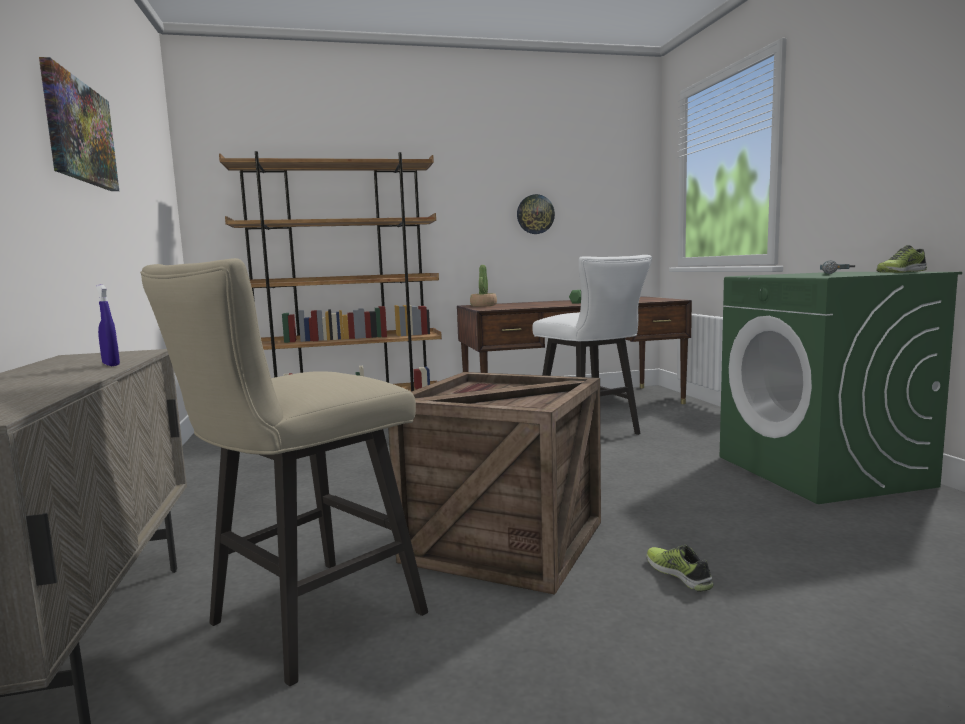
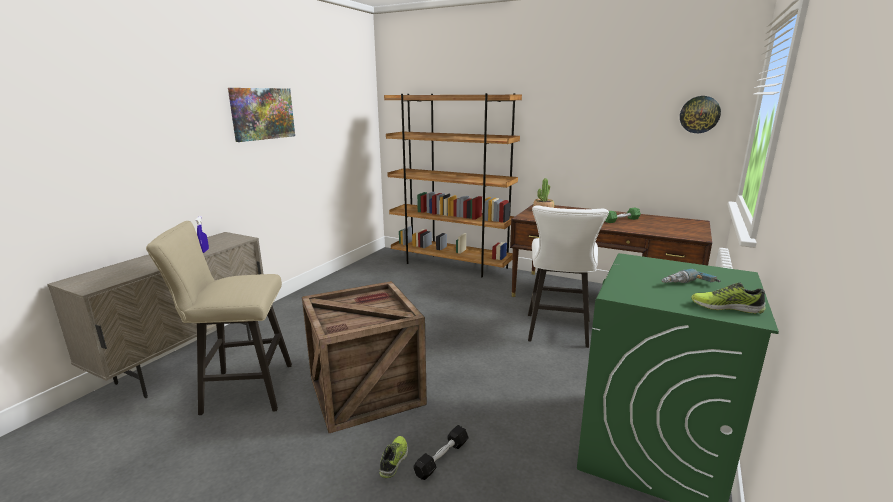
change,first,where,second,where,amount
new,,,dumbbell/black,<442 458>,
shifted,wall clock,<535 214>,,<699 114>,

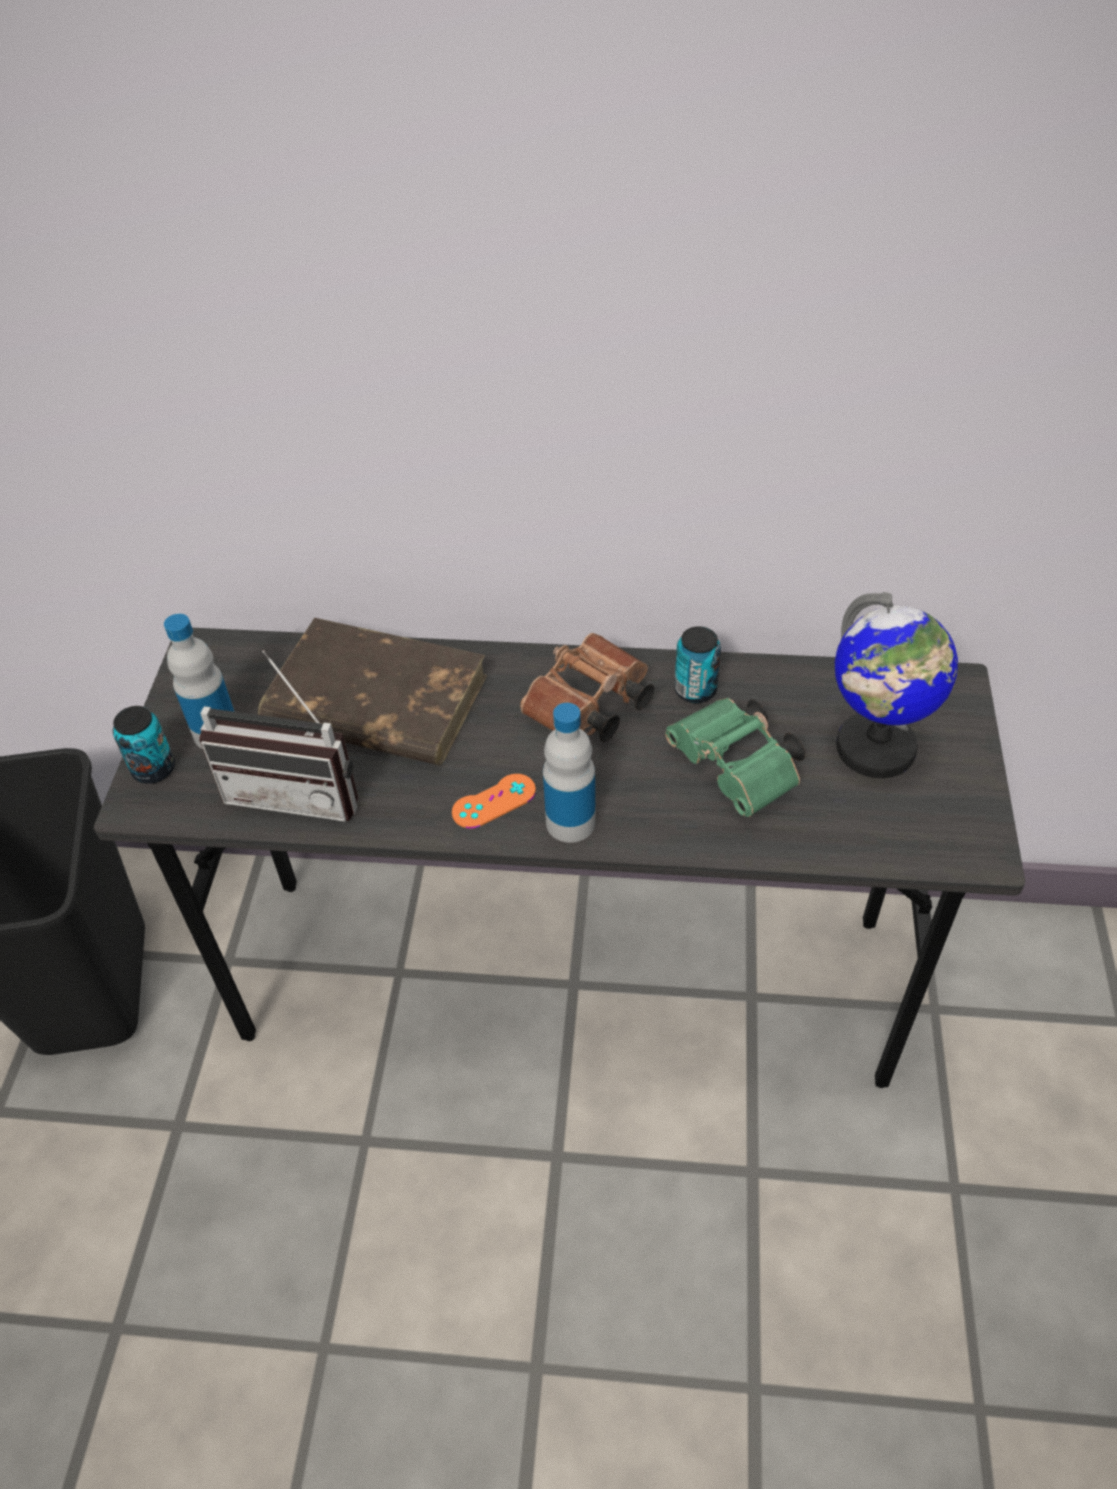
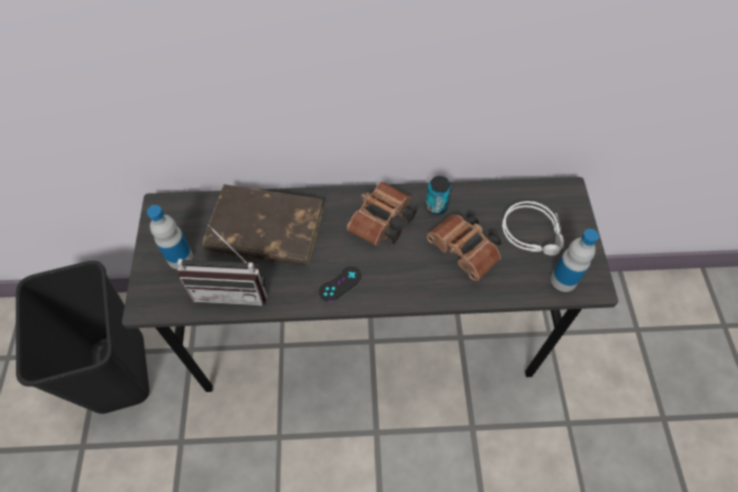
change,first,where,second,where,amount
gone,can,<154 769>,,,
shifted,bottle,<570 822>,,<563 280>,
swapped,globe,<875 749>,headphones/grey,<534 232>,
repainted,game controller/orange,<494 801>,game controller/black,<340 284>,
repainted,binoculars/green,<738 770>,binoculars/brown,<465 252>,

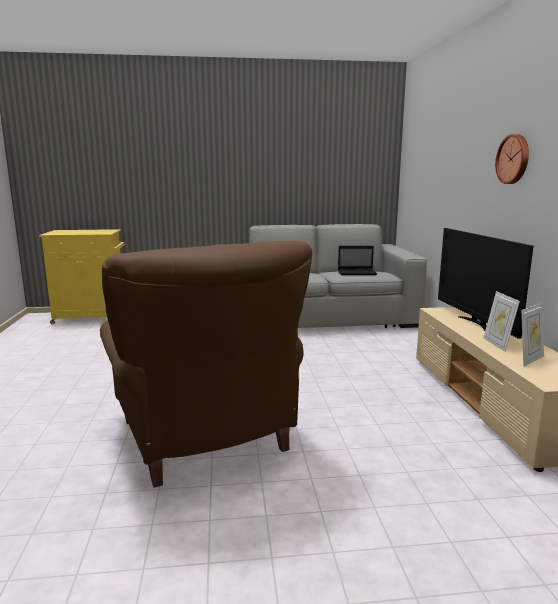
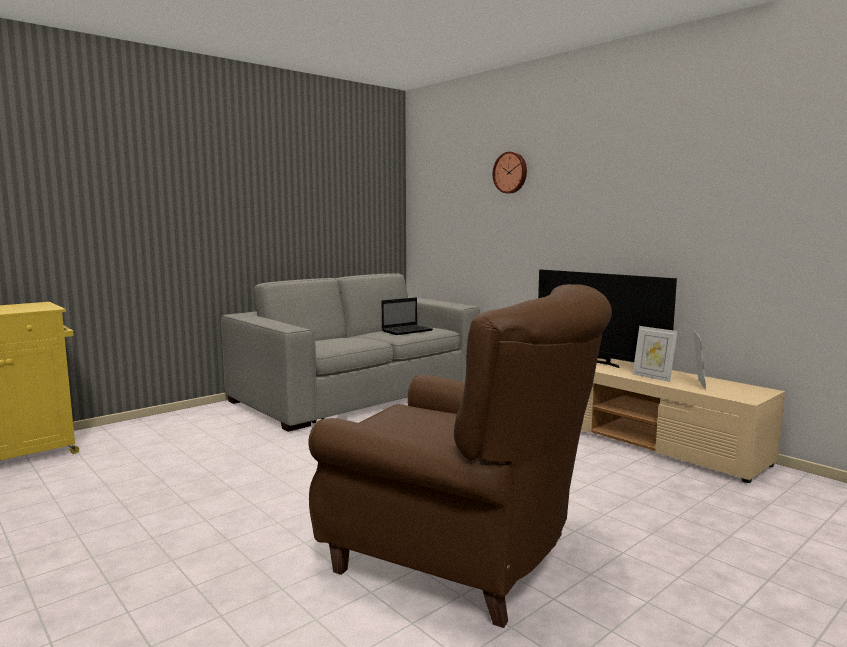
change,first,where,second,where,amount
shifted,wall clock,<514 159>,,<511 172>,

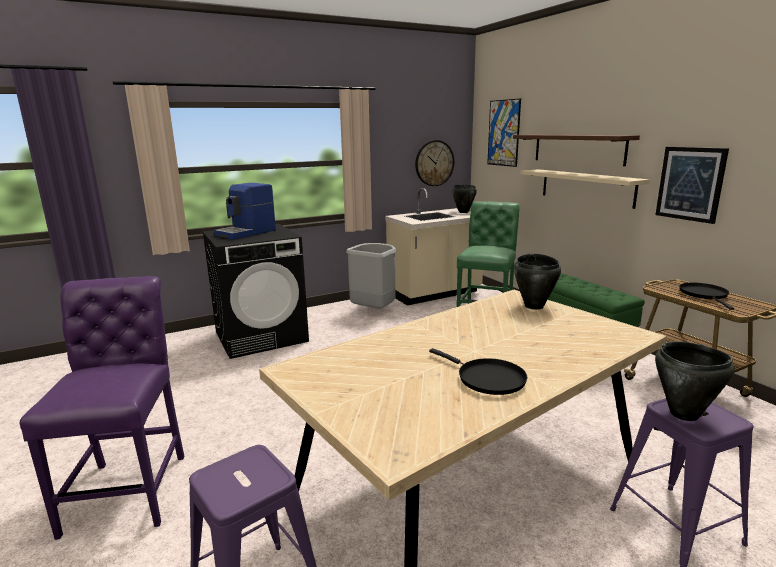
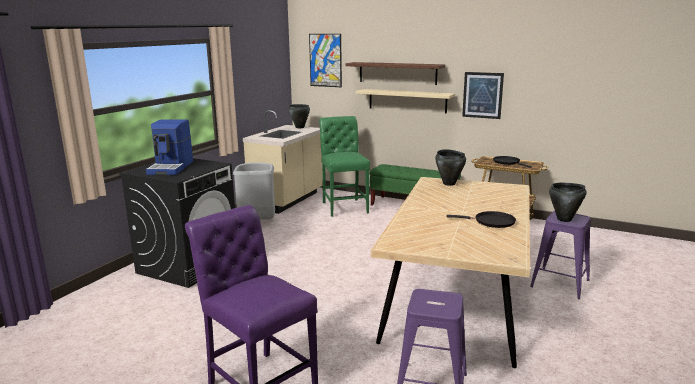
change,first,where,second,where,amount
gone,wall clock,<434 163>,,,

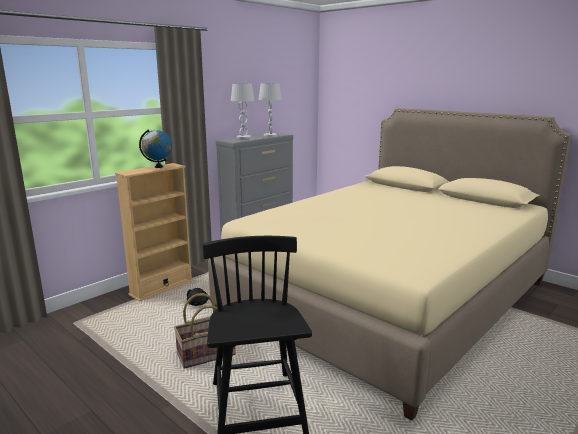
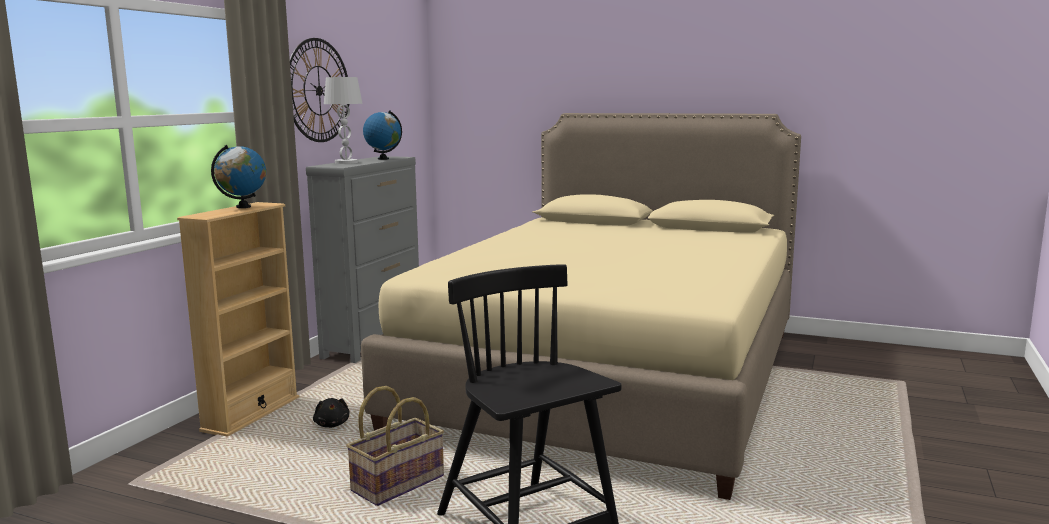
change,first,where,second,where,amount
new,,,wall clock,<318 90>,
swapped,table lamp/white,<270 135>,globe,<383 159>,

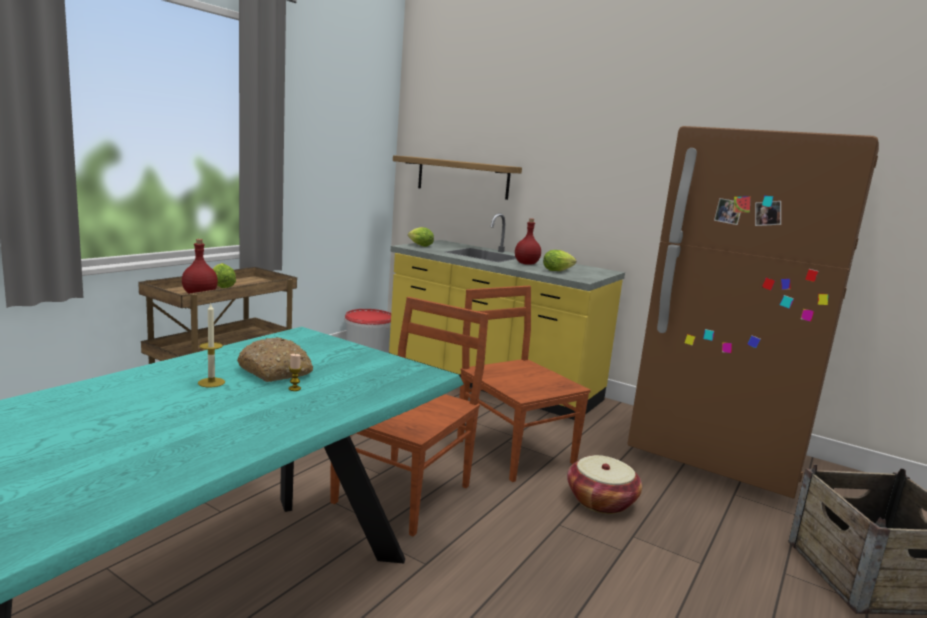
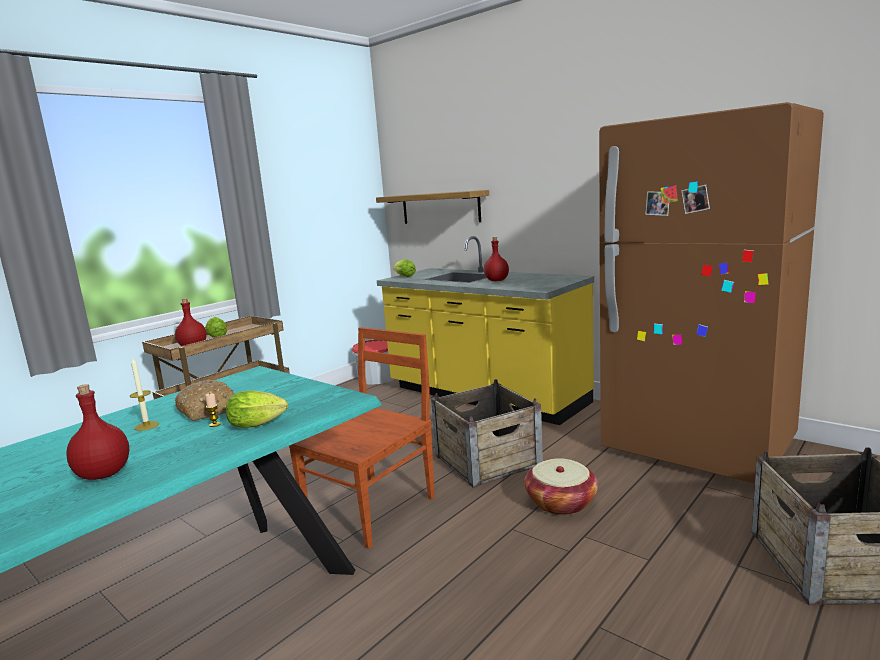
change,first,where,second,where,amount
new,,,bottle/red,<103 474>,
shifted,lettuce,<559 271>,,<260 424>,
swapped,chair/brown,<513 450>,crate,<487 459>,

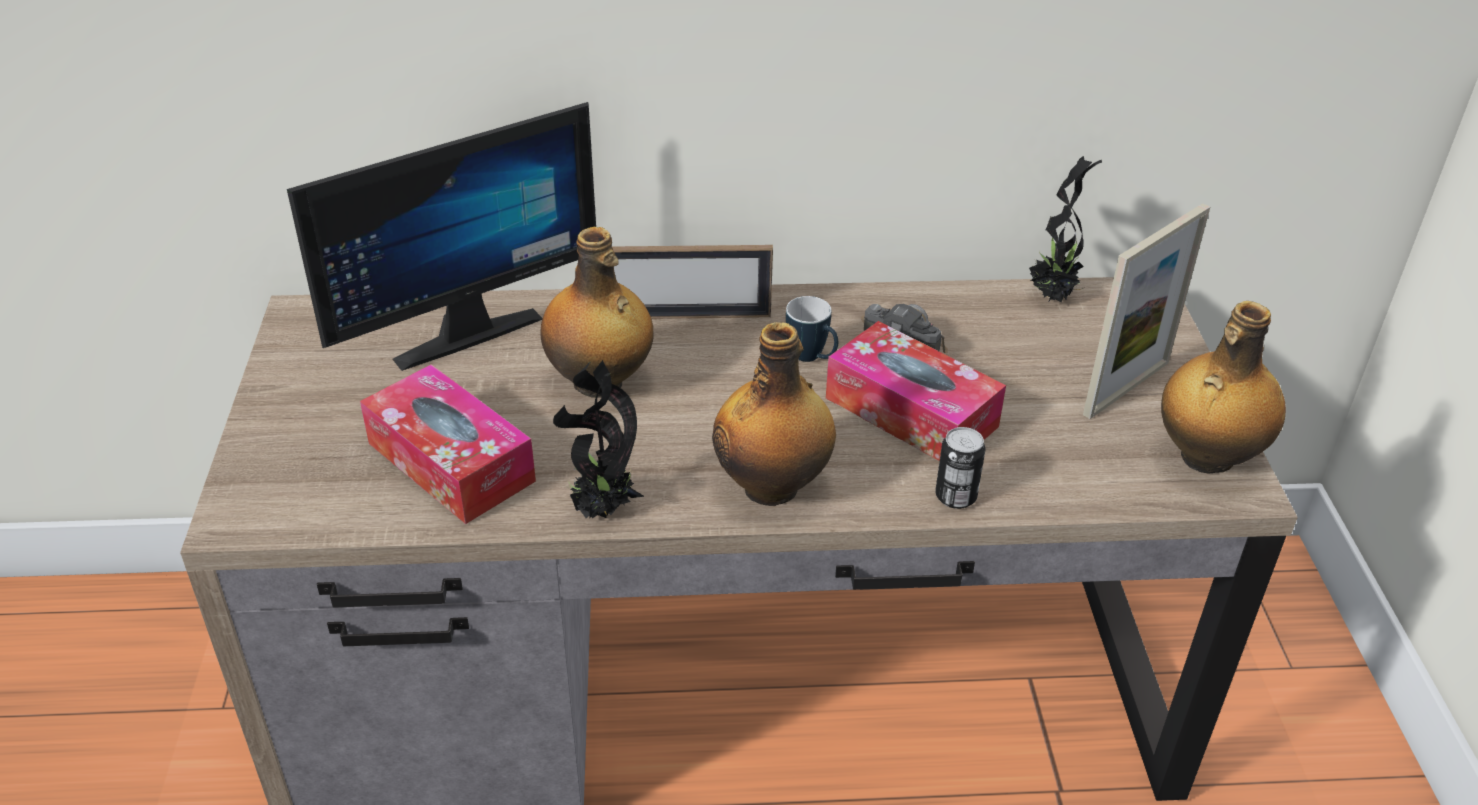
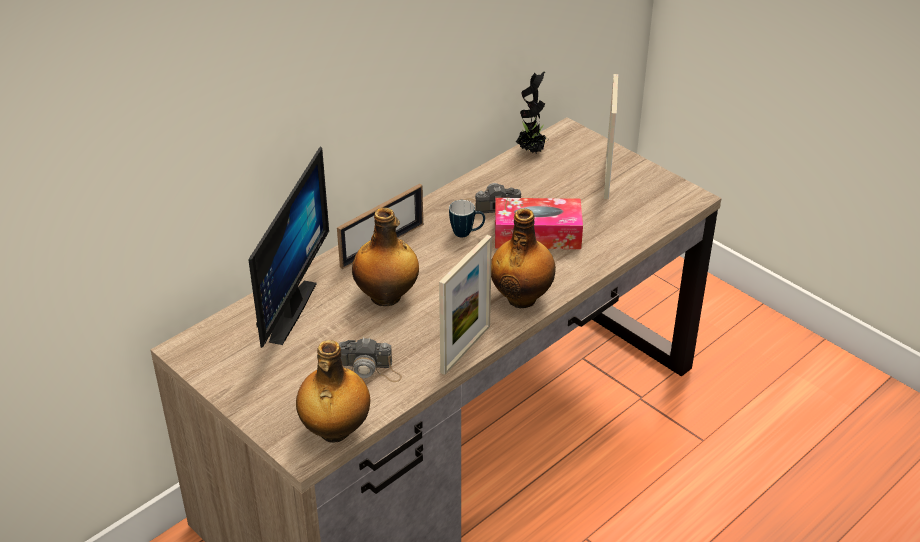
change,first,where,second,where,amount
gone,can,<955 496>,,,
shifted,bottle,<1205 457>,,<335 431>,
swapped,tissue box,<451 462>,photo camera,<369 369>,
swapped,potted plant,<602 510>,picture frame,<465 349>,

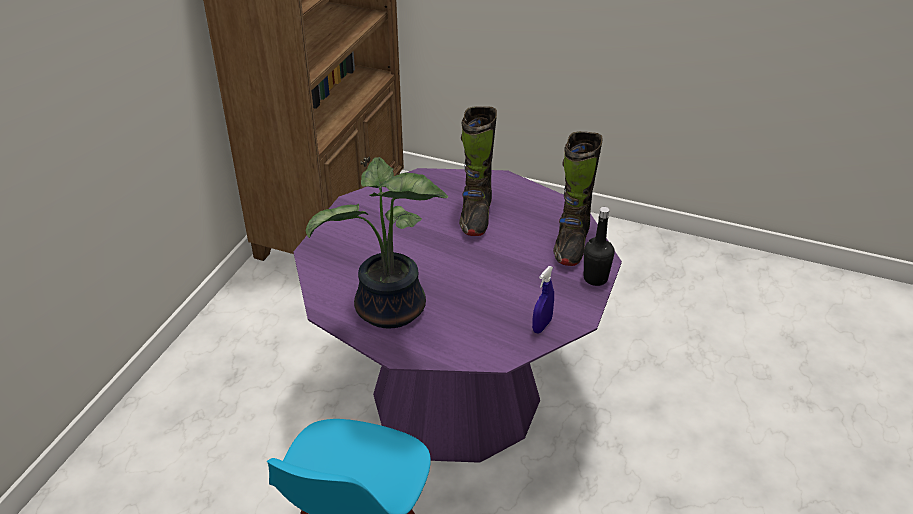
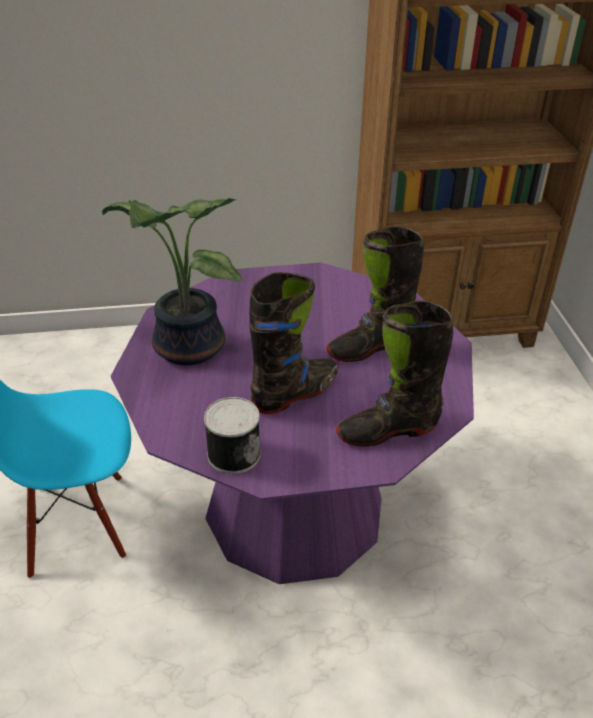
change,first,where,second,where,amount
gone,bottle/black,<595 278>,,,
new,,,boot/black,<295 393>,
swapped,spray bottle/blue,<542 326>,can,<233 453>,

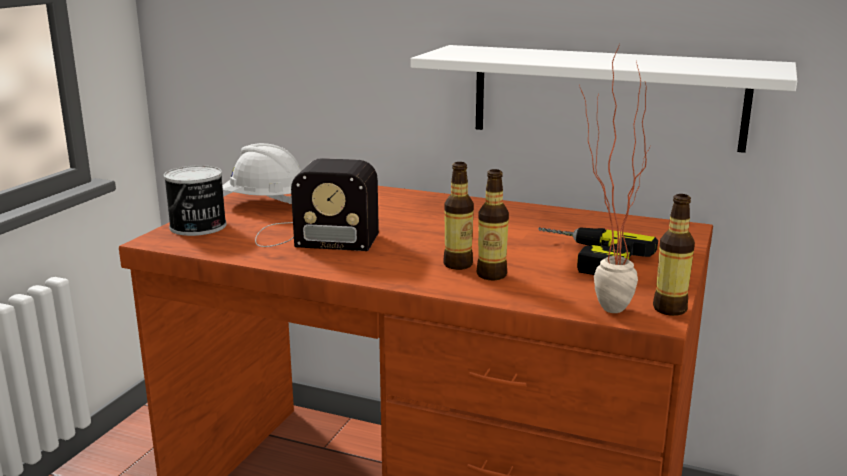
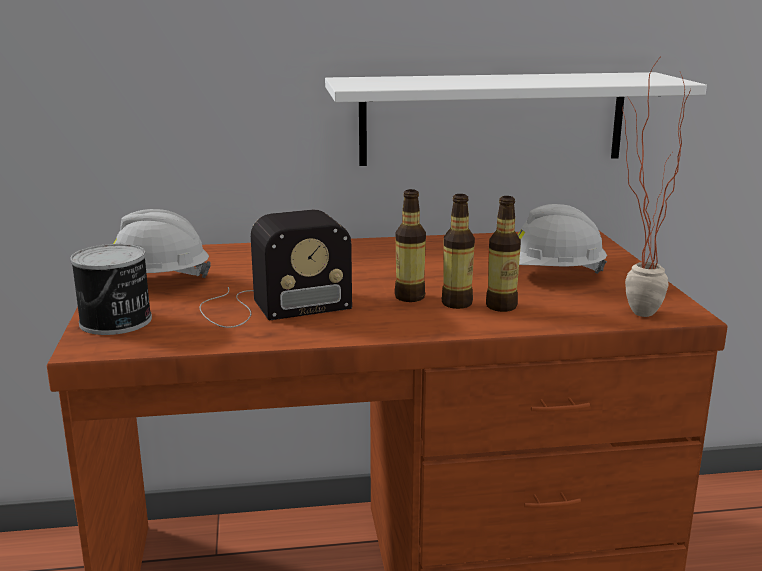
change,first,where,second,where,amount
shifted,bottle,<669 309>,,<409 297>,
swapped,power drill,<585 258>,hard hat/white,<551 275>,

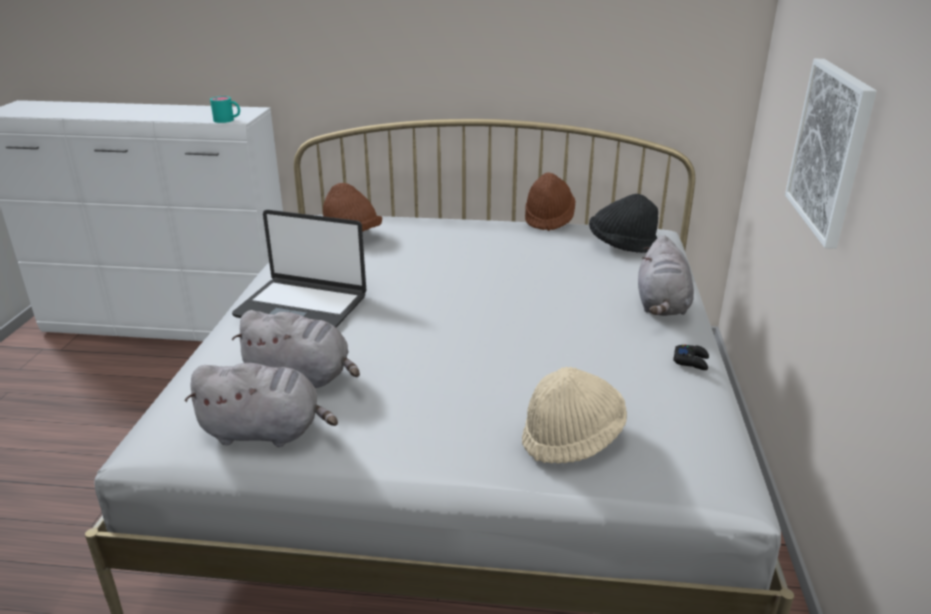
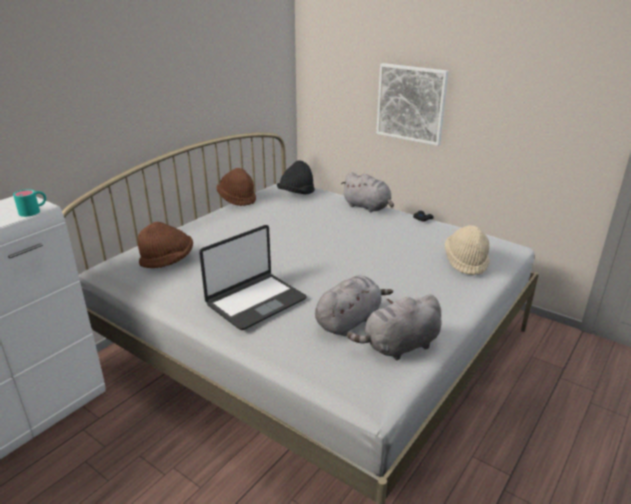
change,first,where,second,where,amount
rotated,plush toy/grey,<266 432>,,<399 346>,150 degrees counterclockwise

